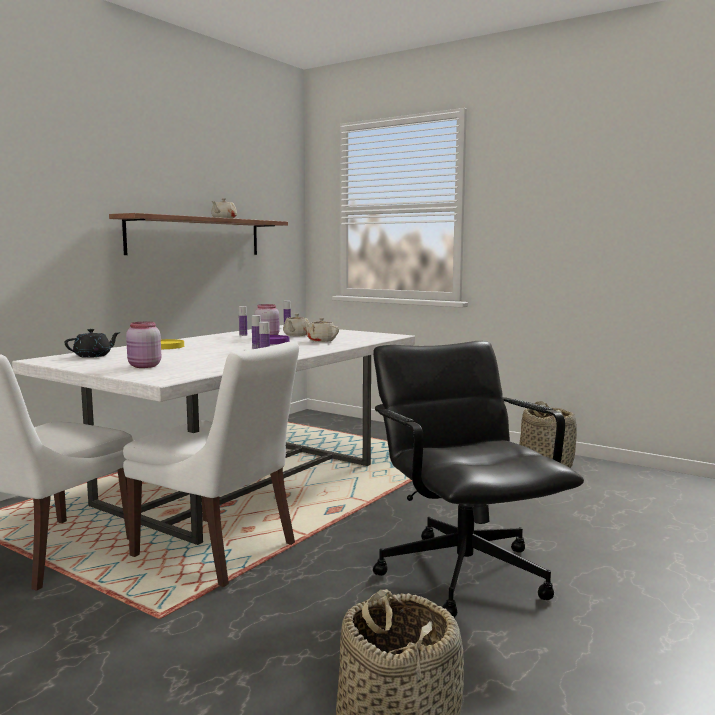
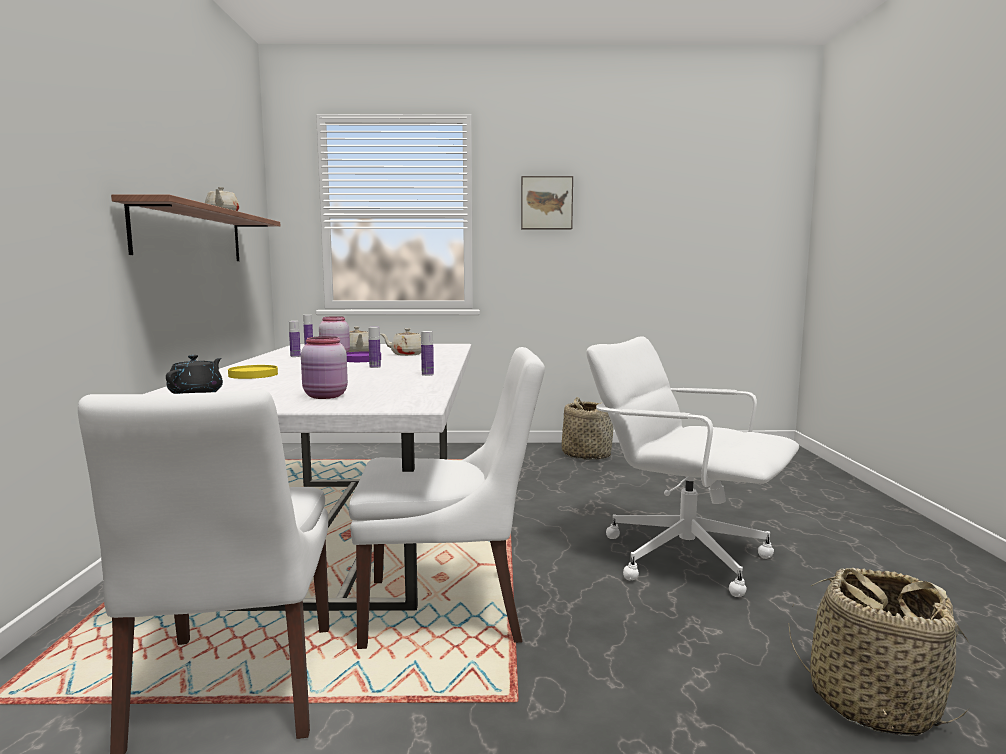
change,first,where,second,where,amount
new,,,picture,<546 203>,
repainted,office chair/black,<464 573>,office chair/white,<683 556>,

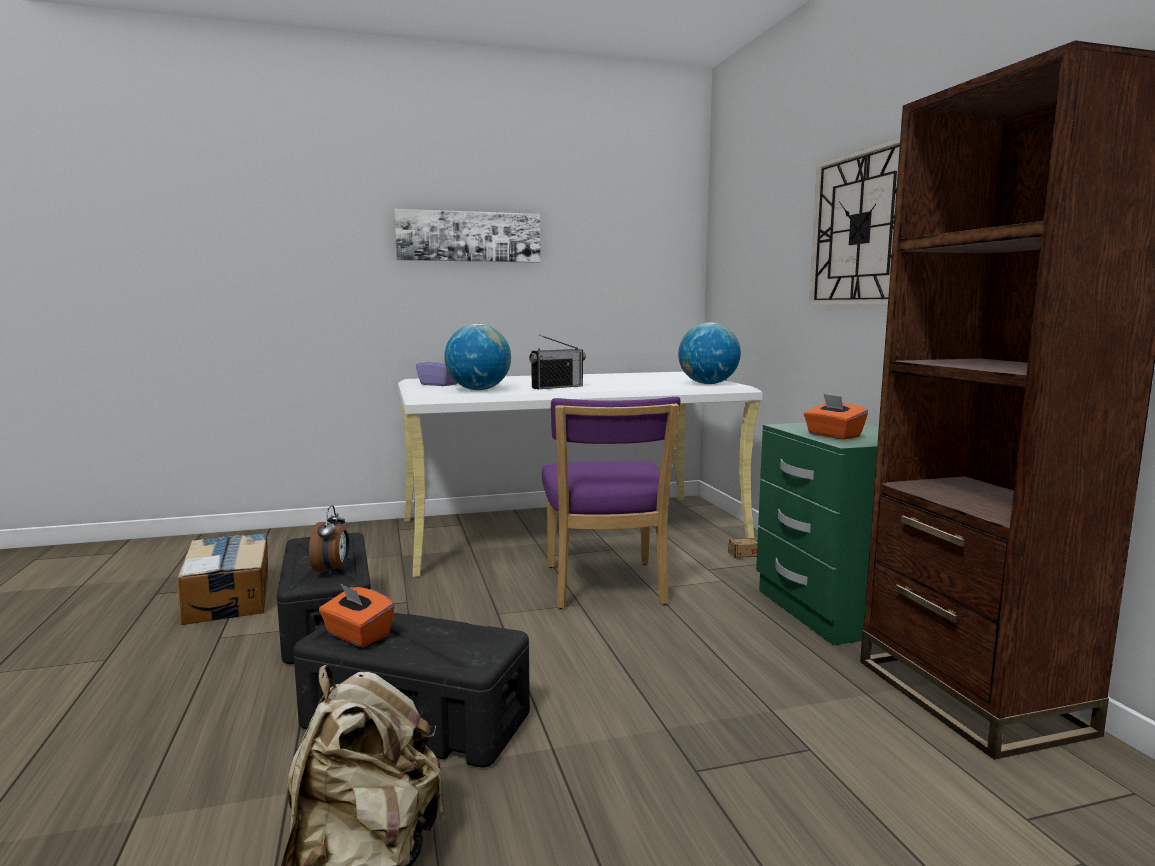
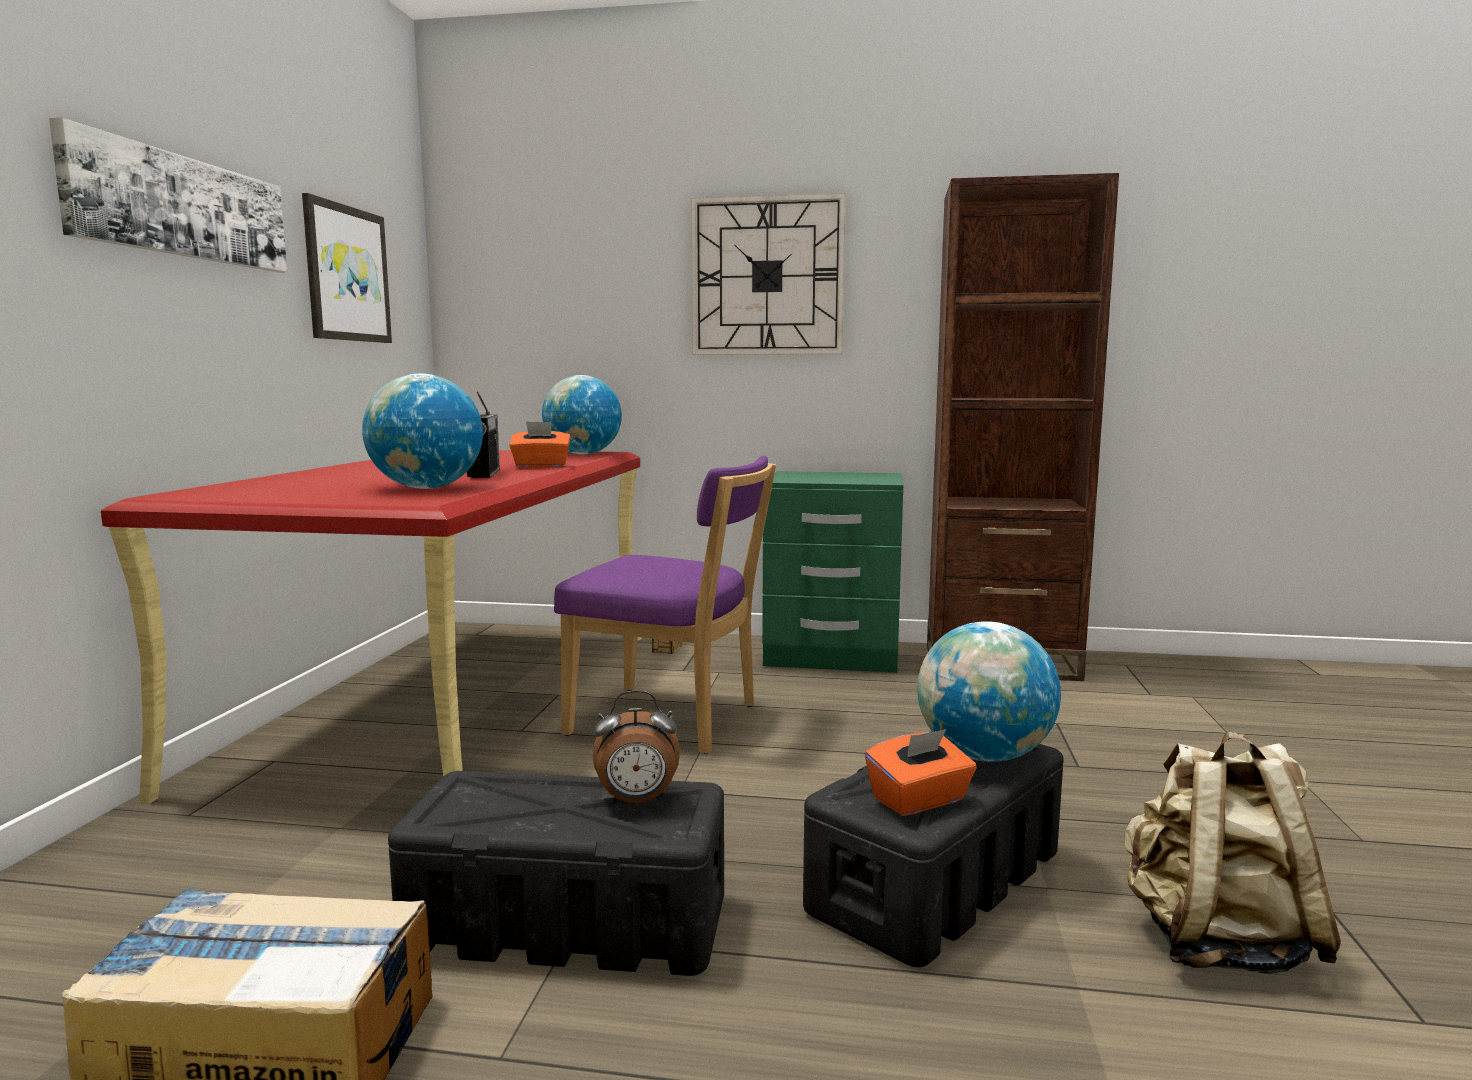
change,first,where,second,where,amount
gone,tissue box/purple,<439 384>,,,
new,,,picture,<346 274>,
new,,,globe,<984 756>,
shifted,tissue box/orange,<833 435>,,<541 466>,
repainted,desk/white,<571 530>,desk/red,<451 700>,
rotated,alarm clock,<332 570>,,<637 801>,150 degrees clockwise

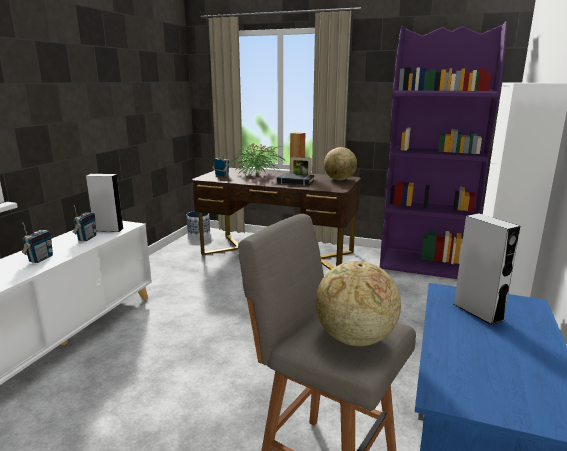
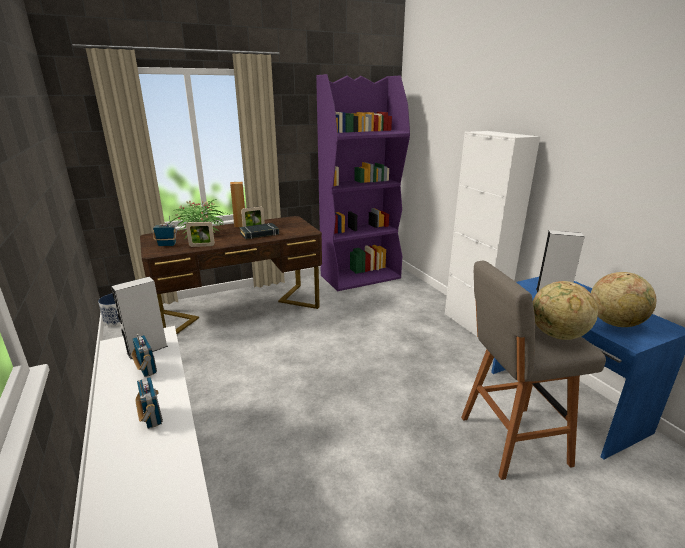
change,first,where,second,where,amount
new,,,picture frame,<202 246>,
shifted,globe,<339 179>,,<615 323>,

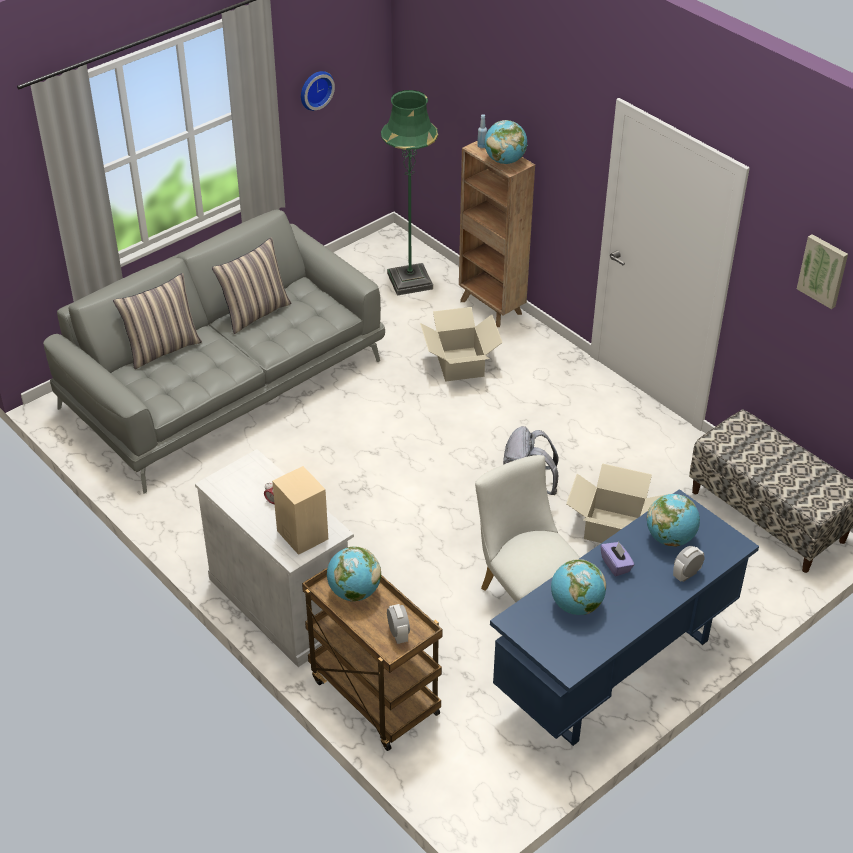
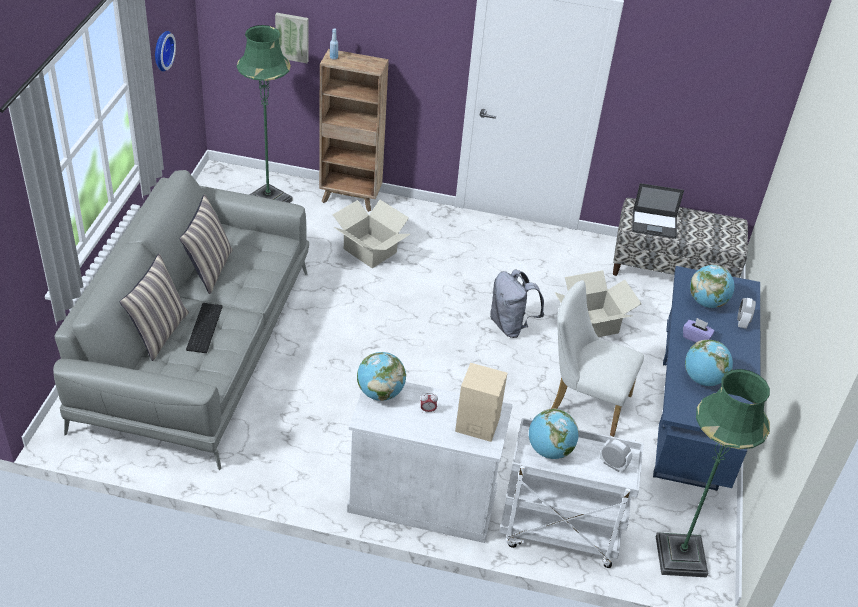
change,first,where,second,where,amount
new,,,keyboard,<203 327>,
new,,,laptop,<655 224>,
new,,,floor lamp/green,<680 556>,
shifted,globe,<505 160>,,<380 393>,
shifted,picture,<823 270>,,<292 37>,
repainted,cart/brown,<372 696>,cart/white,<558 533>,

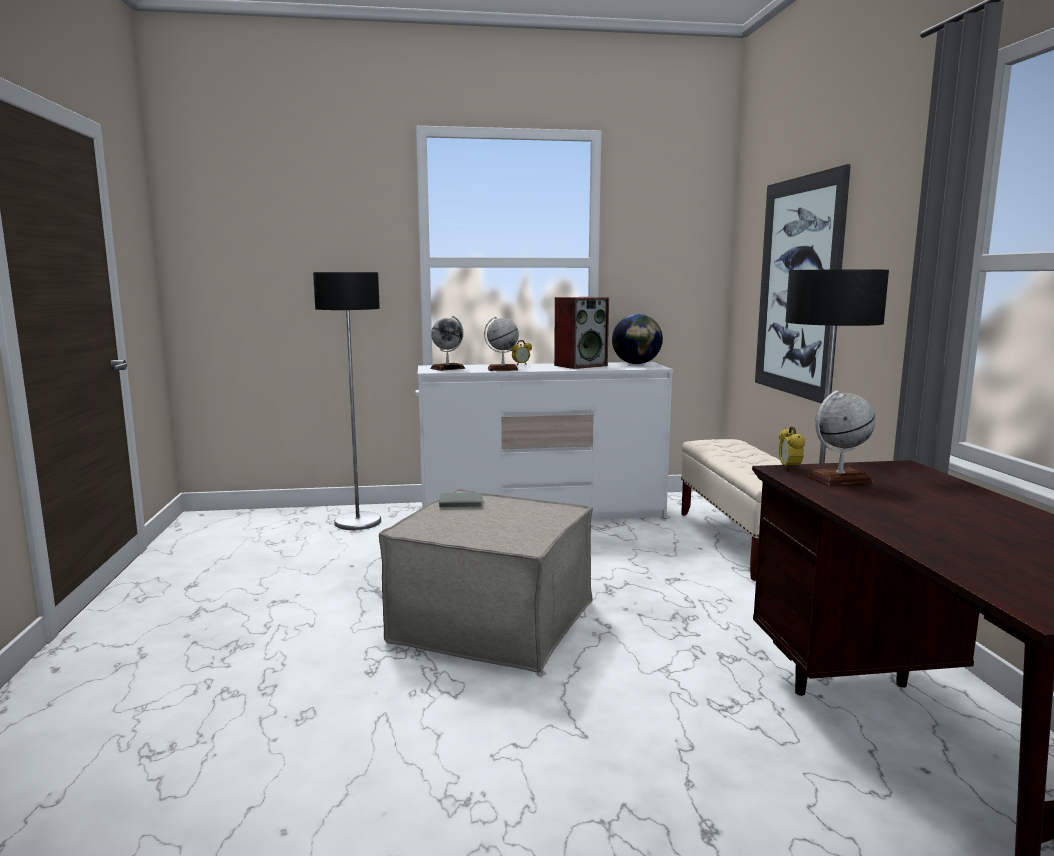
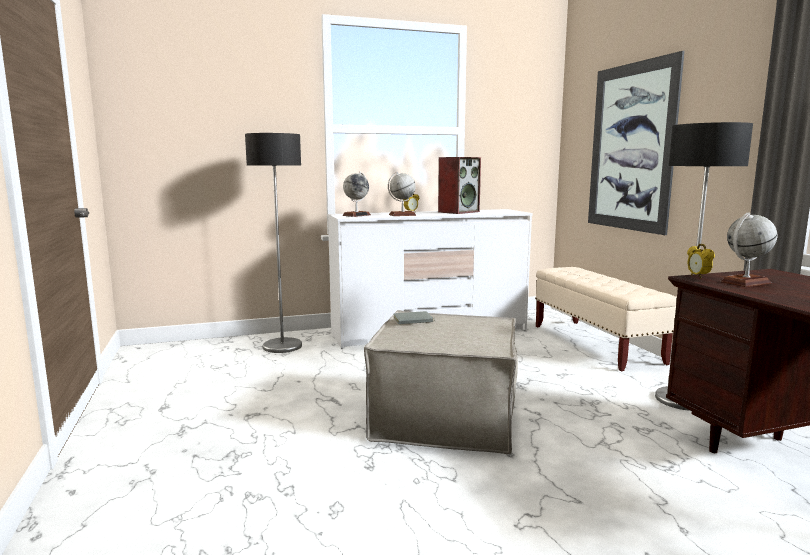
change,first,where,second,where,amount
gone,globe,<636 364>,,,

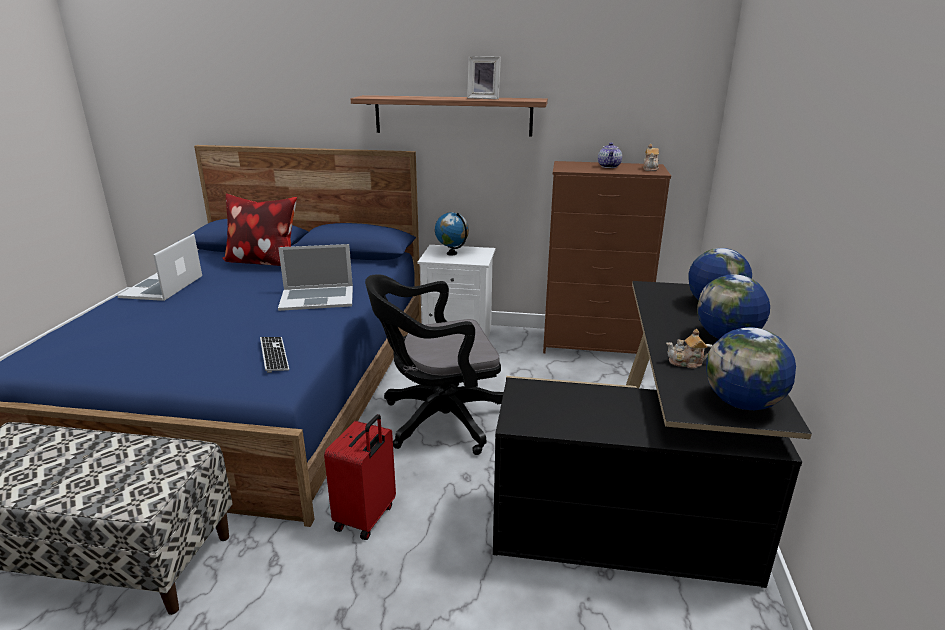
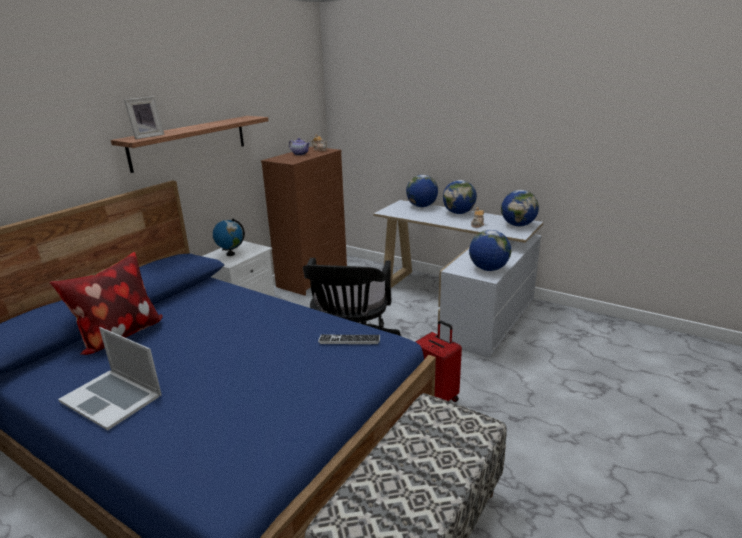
change,first,where,second,where,amount
gone,laptop,<317 298>,,,
new,,,globe,<488 269>,
shifted,picture frame,<484 98>,,<147 136>,
repainted,desk/black,<647 488>,desk/white,<459 304>,

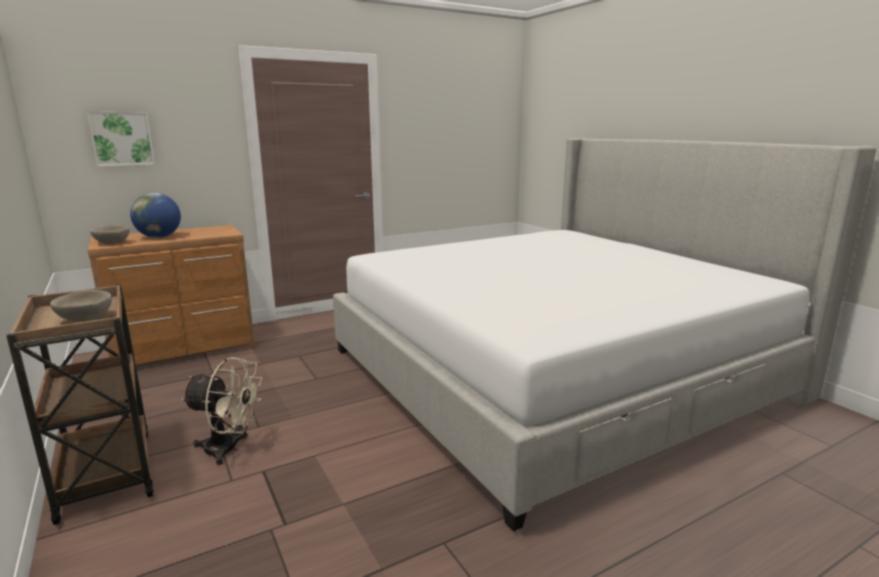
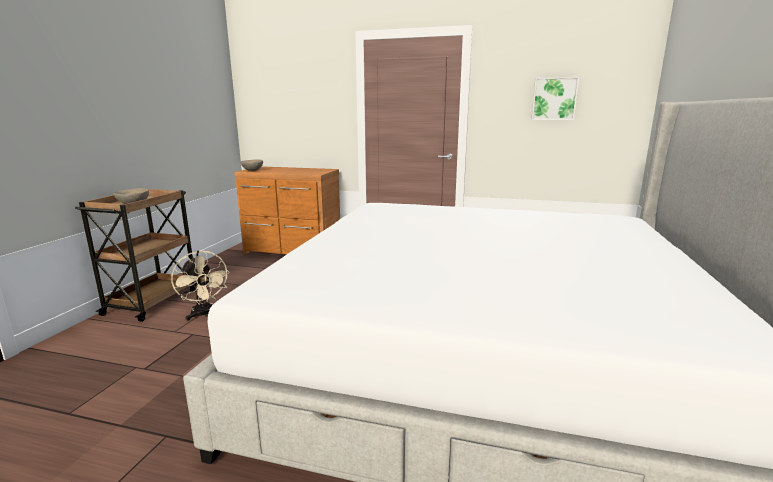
change,first,where,second,where,amount
gone,globe,<159 237>,,,
shifted,picture,<122 138>,,<554 99>,

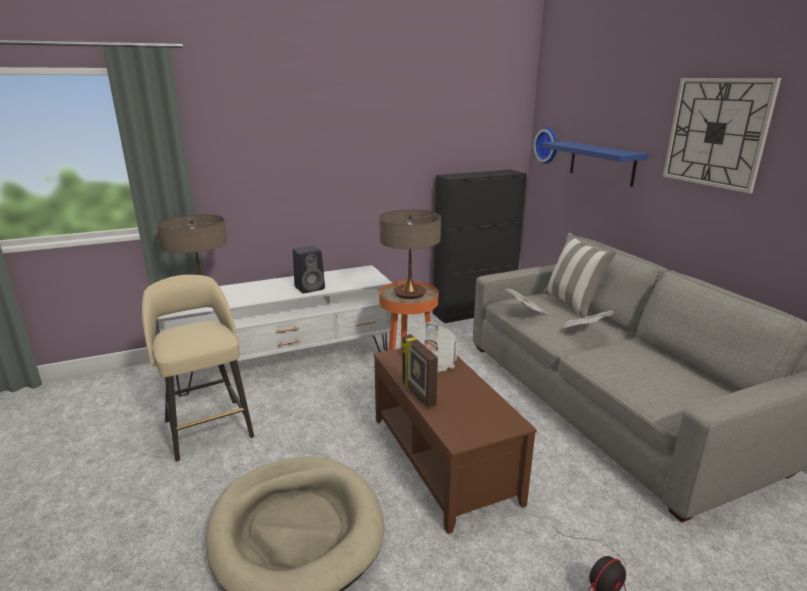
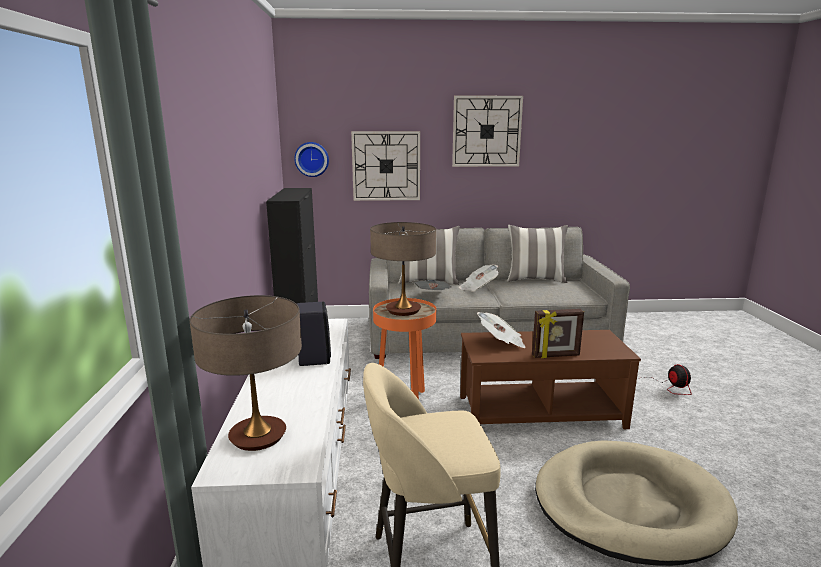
change,first,where,second,where,amount
new,,,pillow,<535 280>,
swapped,shelf/blue,<601 163>,wall clock,<386 166>,

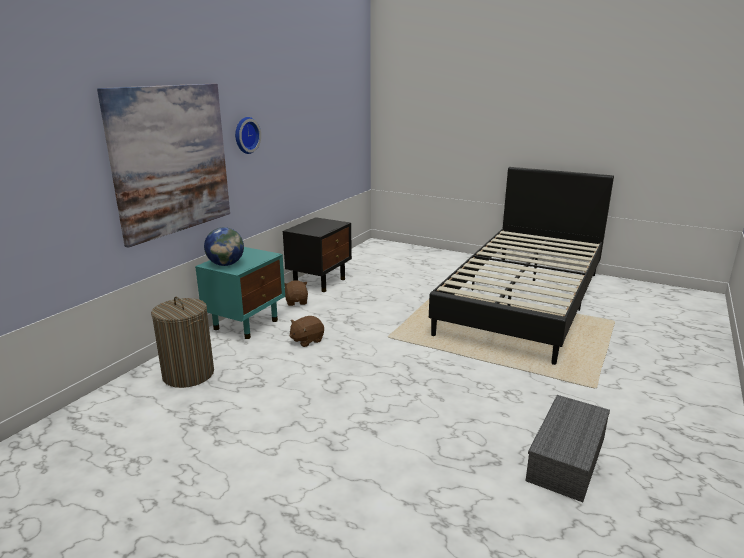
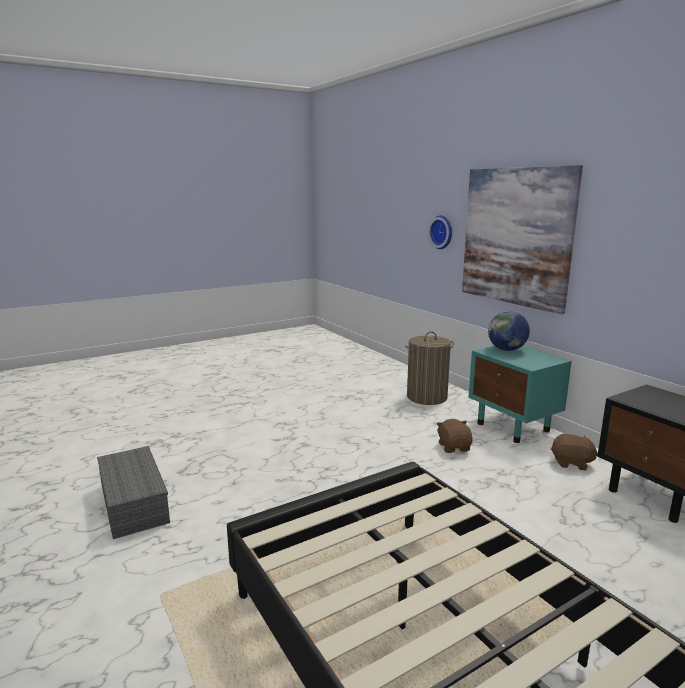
change,first,where,second,where,amount
shifted,wall clock,<245 135>,,<442 232>,

